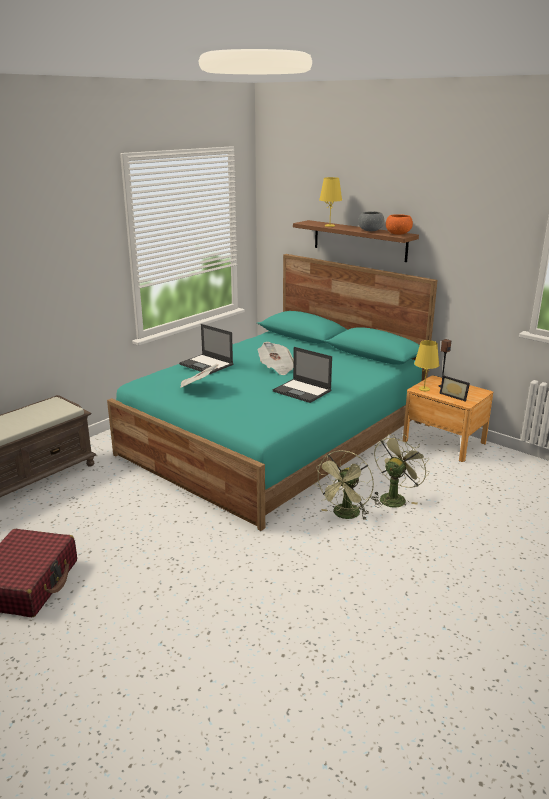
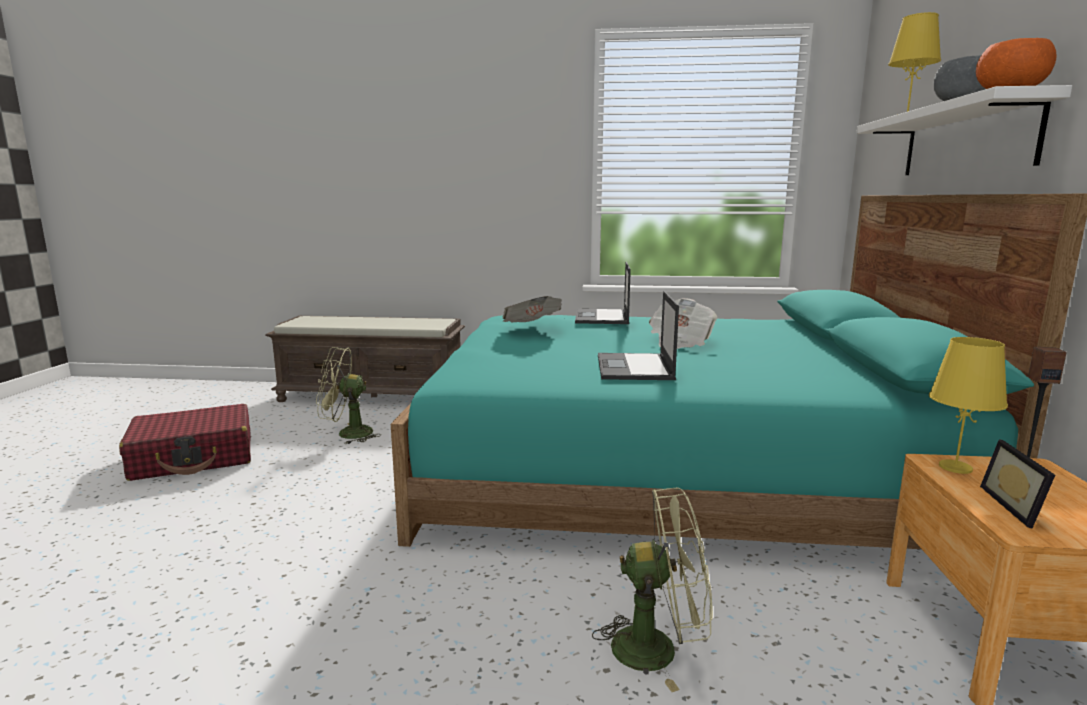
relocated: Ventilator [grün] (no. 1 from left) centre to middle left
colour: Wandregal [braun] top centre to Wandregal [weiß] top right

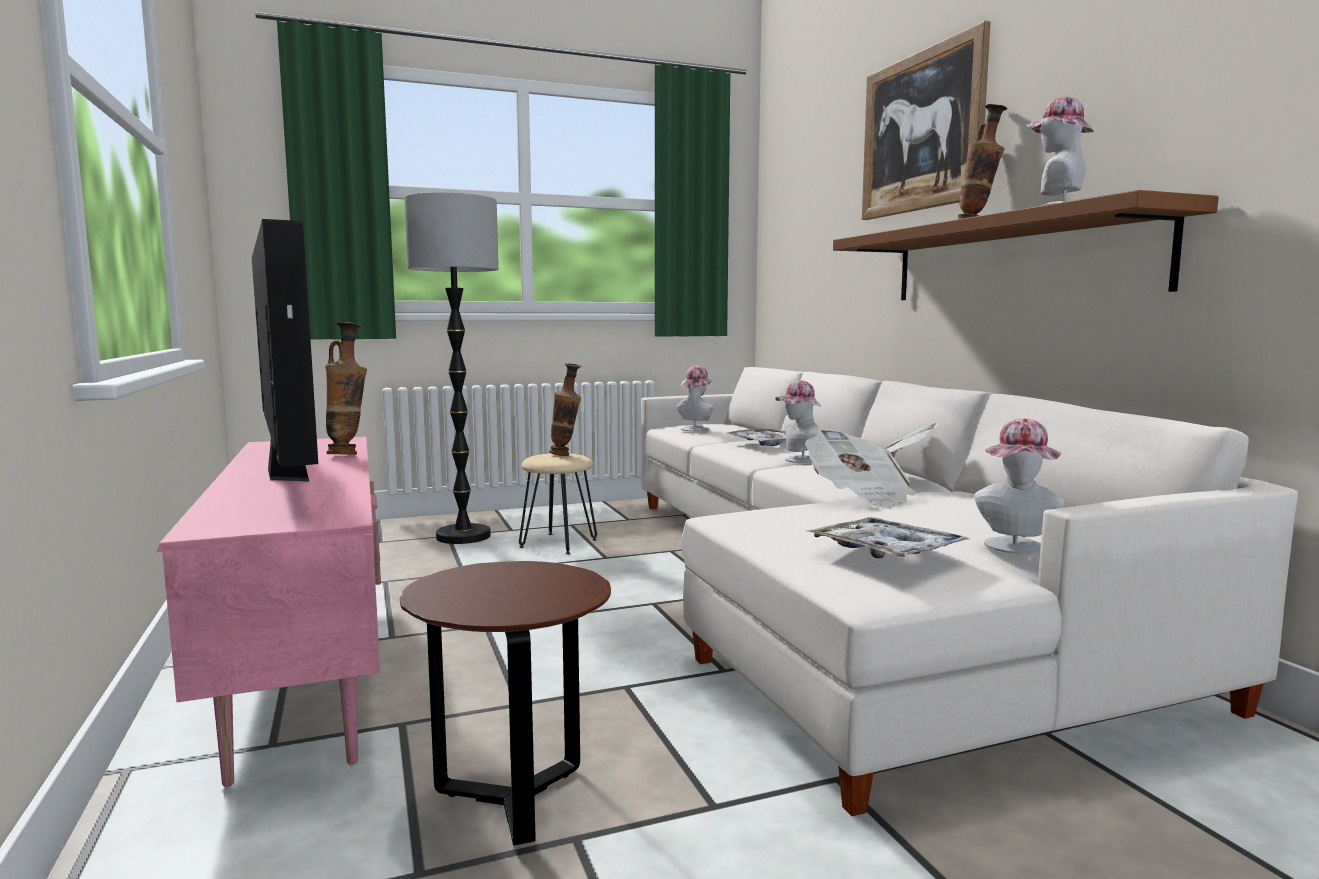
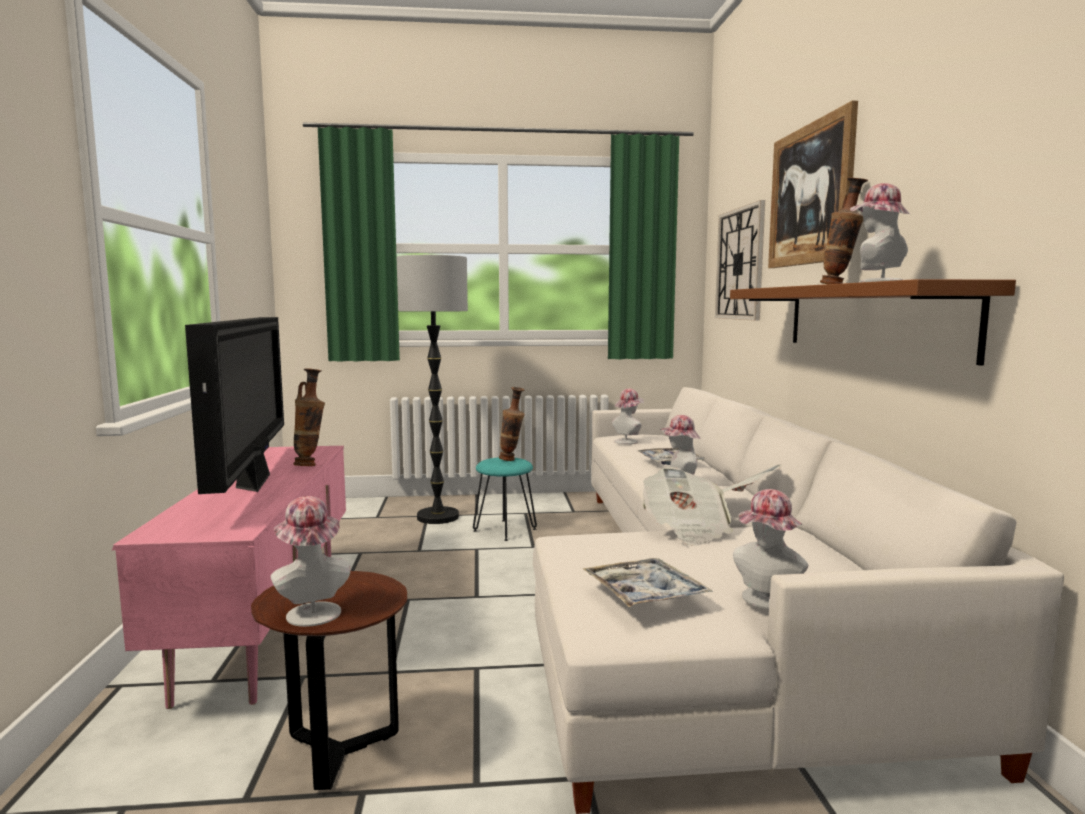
appeared: Wanduhr top right; Hut (no. 1 from left) bottom left
colour: Hocker [beige] centre to Hocker [türkis] centre

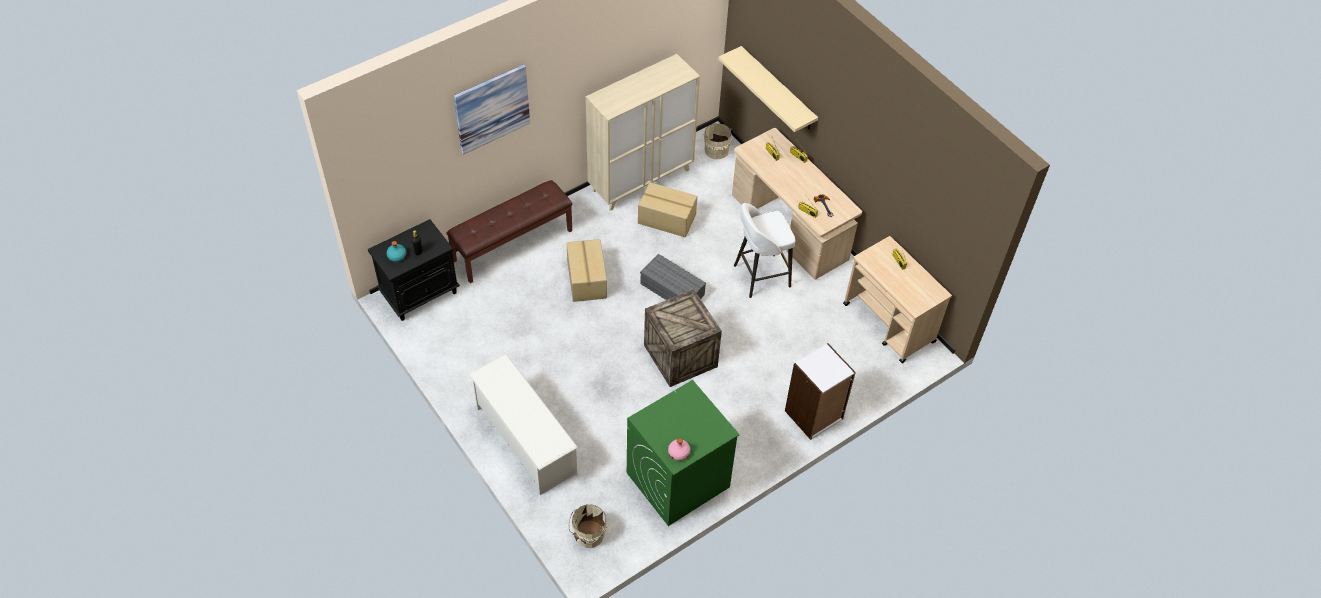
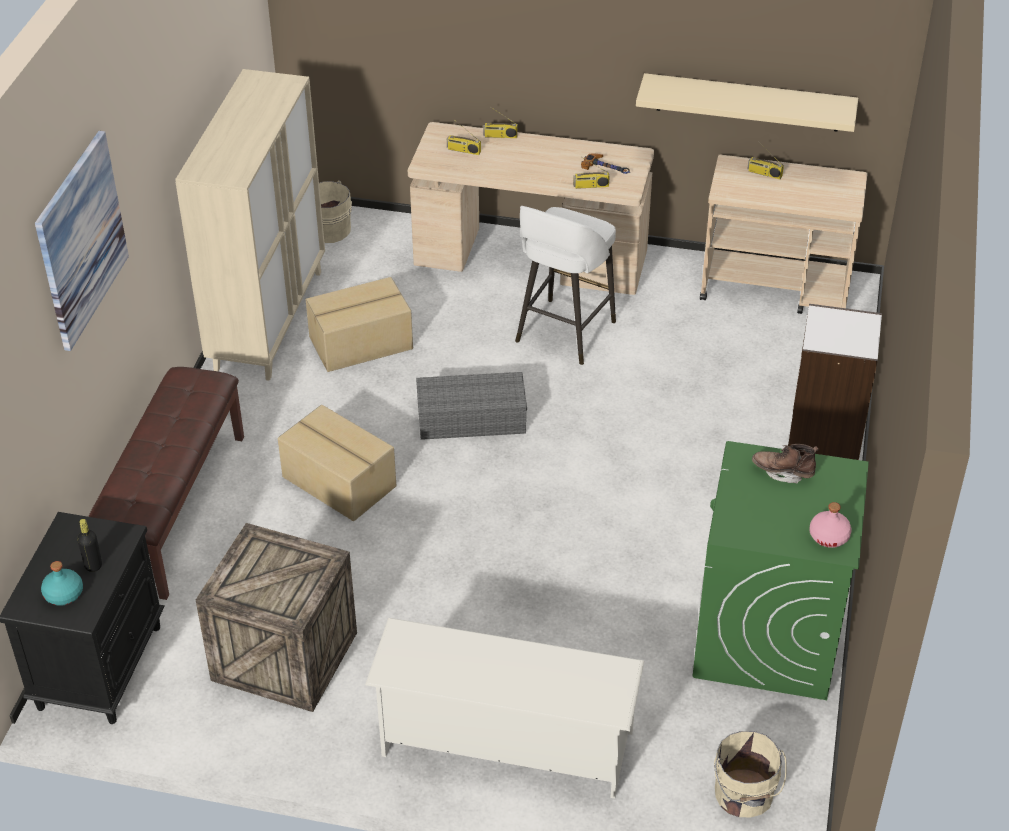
appeared: Stiefel [braun] middle right
relocated: Wandregal [beige] top centre to top right; Kiste centre to bottom left

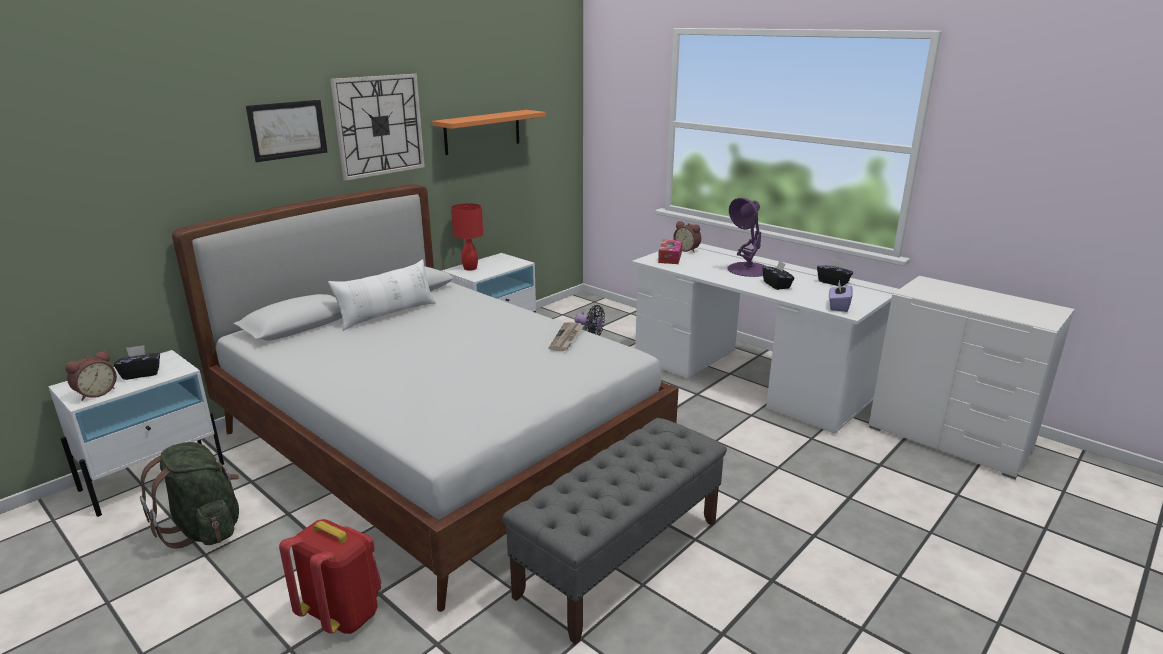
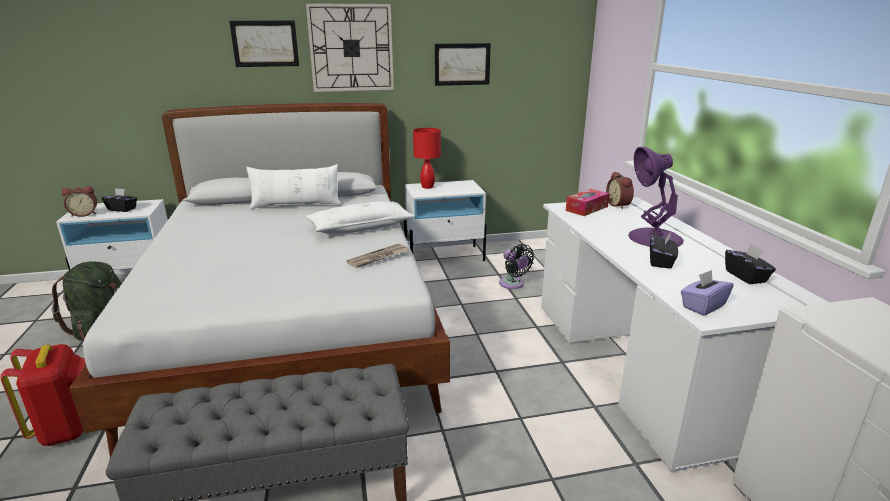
appeared: Kissen [weiß] (no. 2 from left) centre
exchanged: Wandregal [orange] top centre to Bild (no. 2 from left) top centre

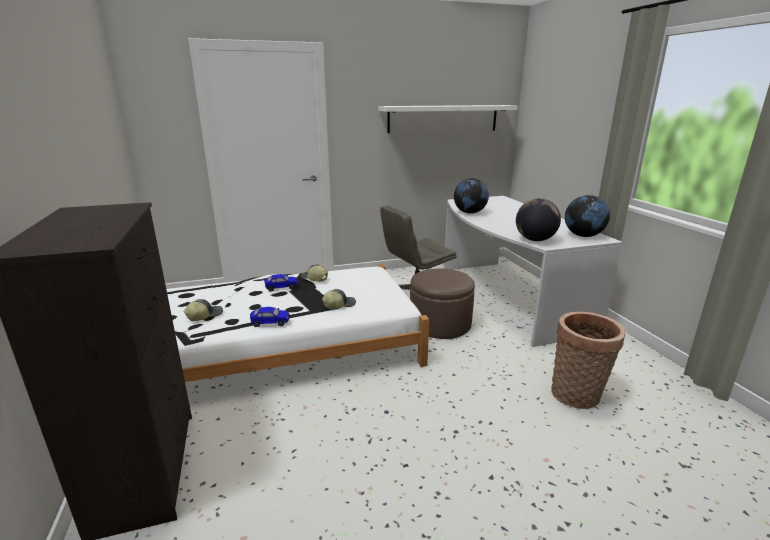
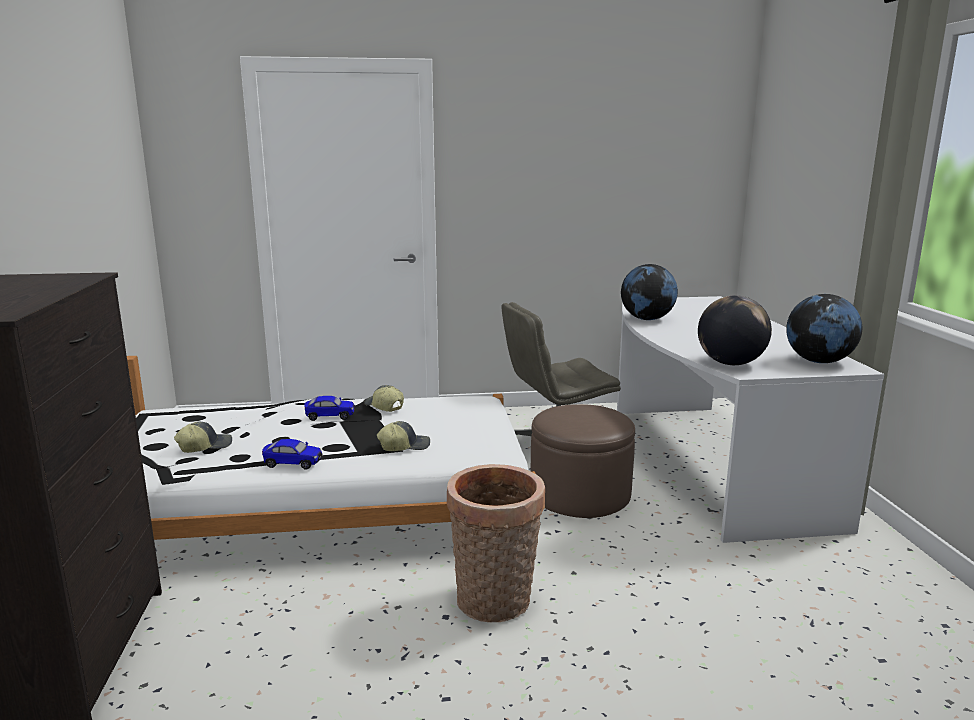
missing: Wandregal [weiß] top centre
relocated: Korb bottom right to bottom centre

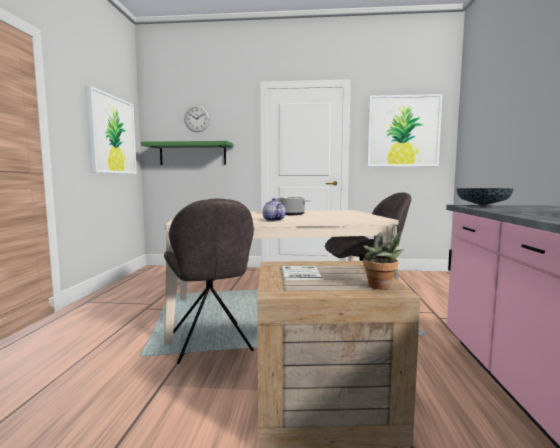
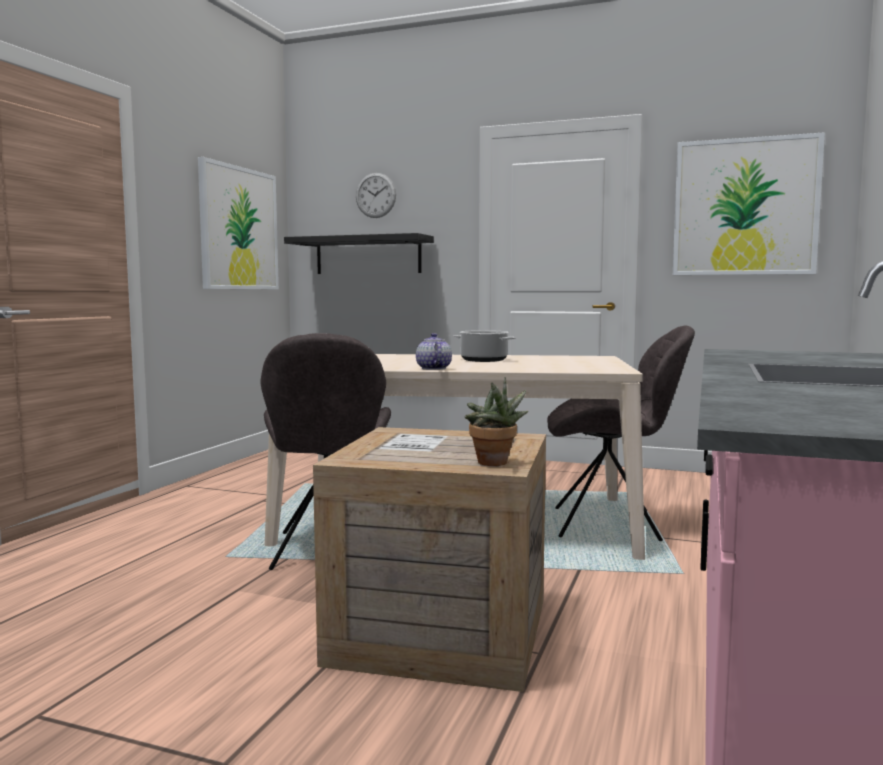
missing: Schüssel middle right
colour: Wandregal [grün] centre to Wandregal [schwarz] top centre

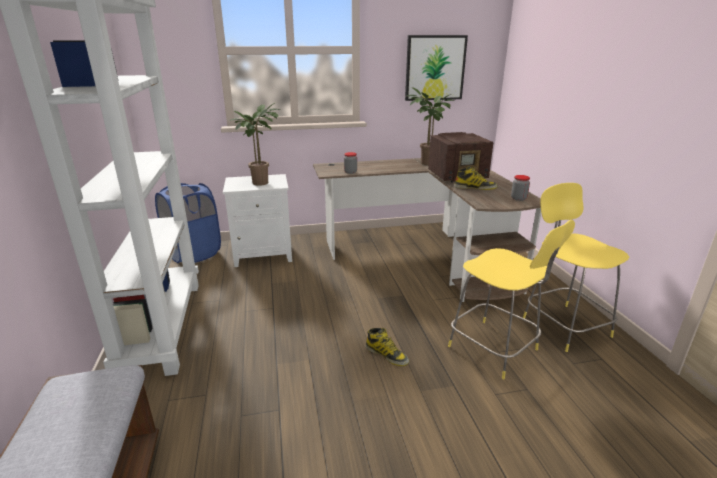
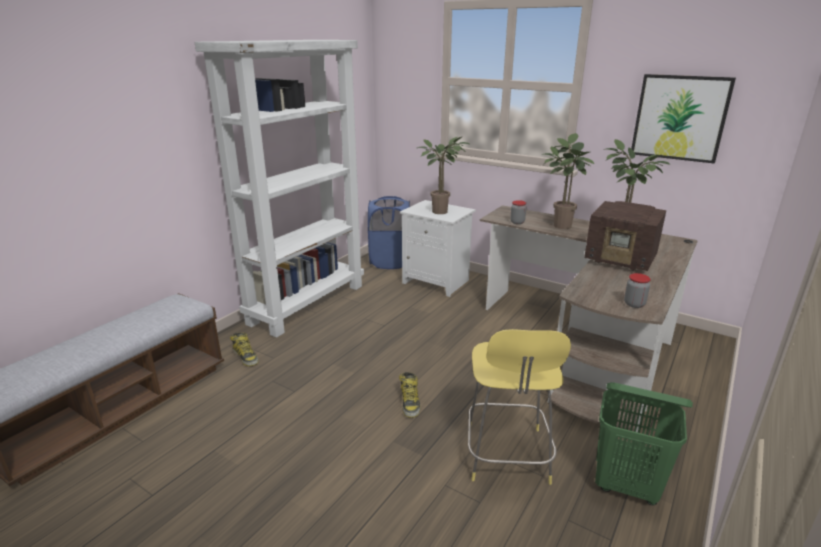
appeared: Topfpflanze (no. 2 from left) top right
relocated: Stiefel (no. 2 from left in the first image) centre to Stiefel (no. 1 from left) middle left
exchanged: Hocker [gelb] (no. 2 from left) middle right to Wäschekorb [grün] bottom right

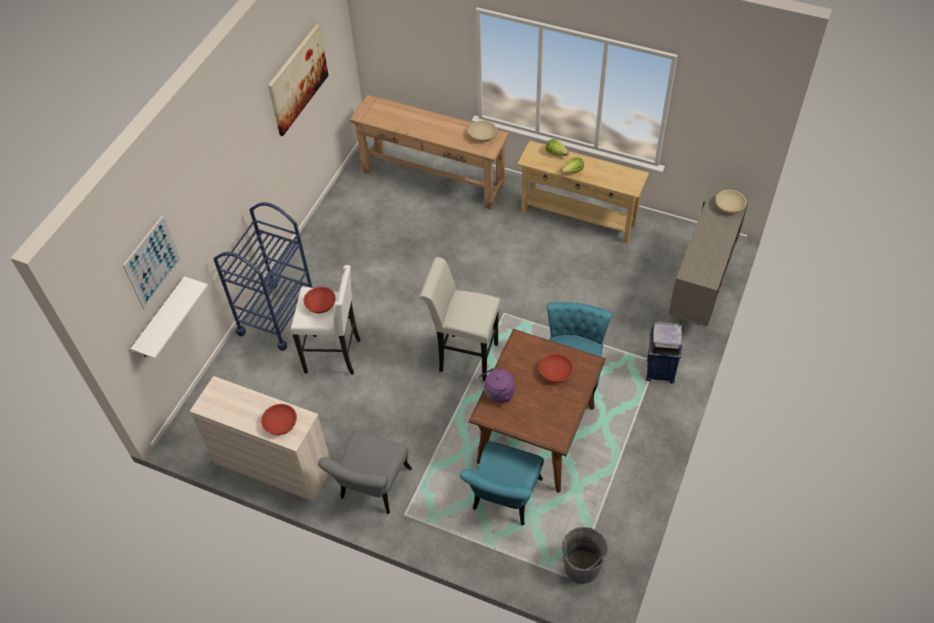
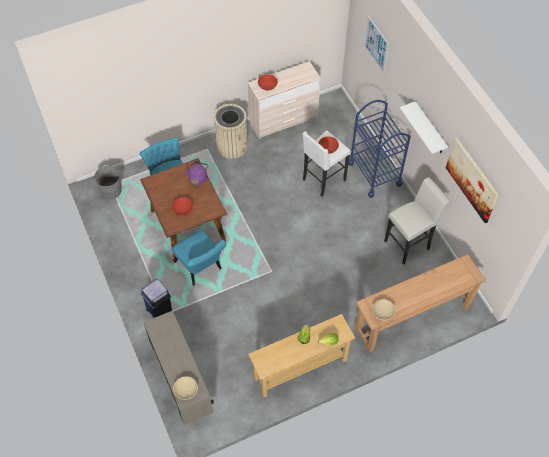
relocated: Hocker [weiß] (no. 2 from left) centre to middle right; Wandregal [weiß] middle left to top right
exchanged: Stuhl [grau] bottom centre to Mülleimer [beige] top centre

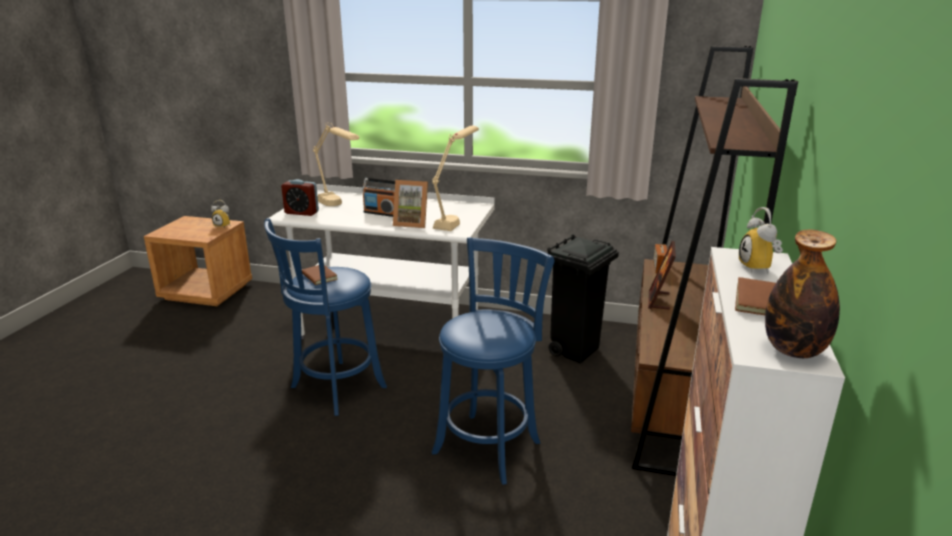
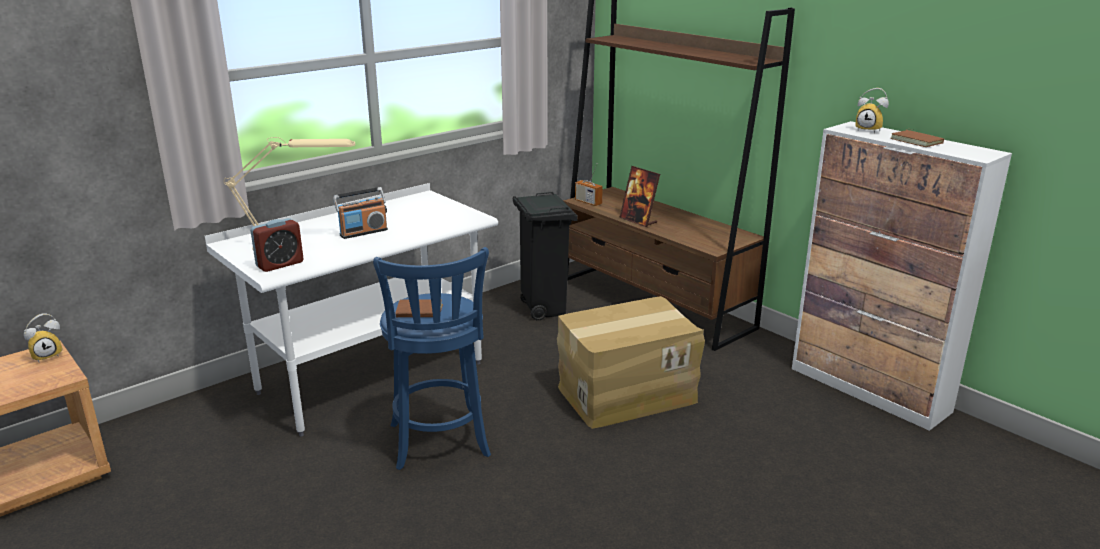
missing: Tischlampe [beige] (no. 2 from left) top centre; Bilderrahmen (no. 1 from left) centre; Flasche middle right
exchanged: Hocker [blau] (no. 2 from left) bottom centre to Karton centre

